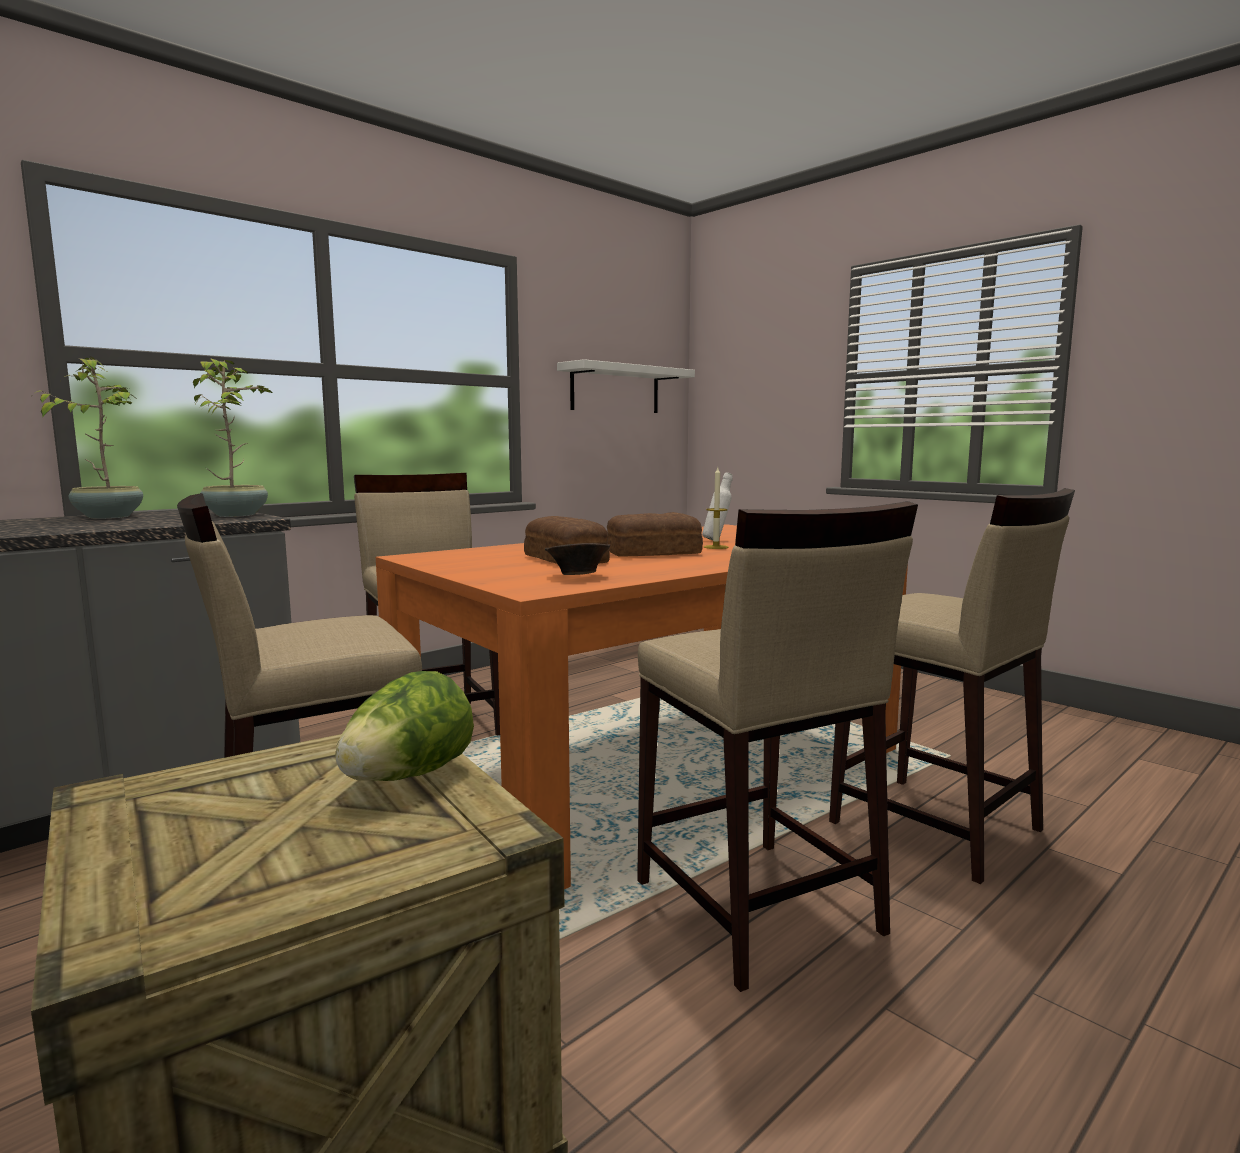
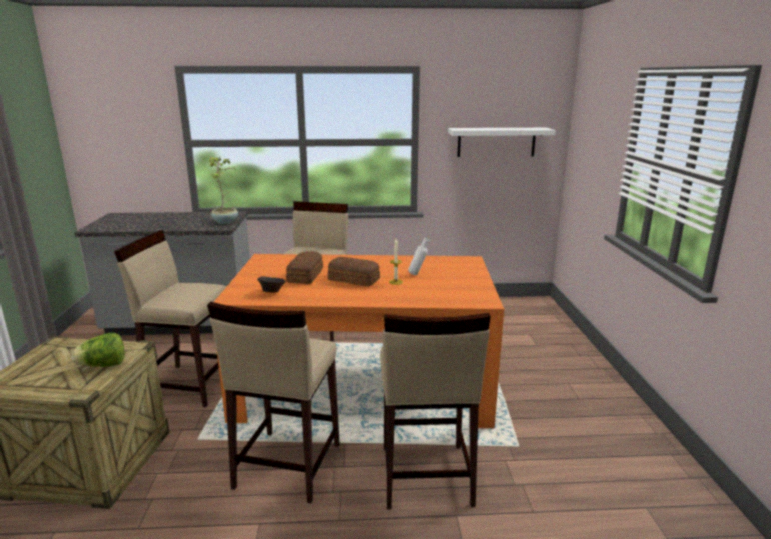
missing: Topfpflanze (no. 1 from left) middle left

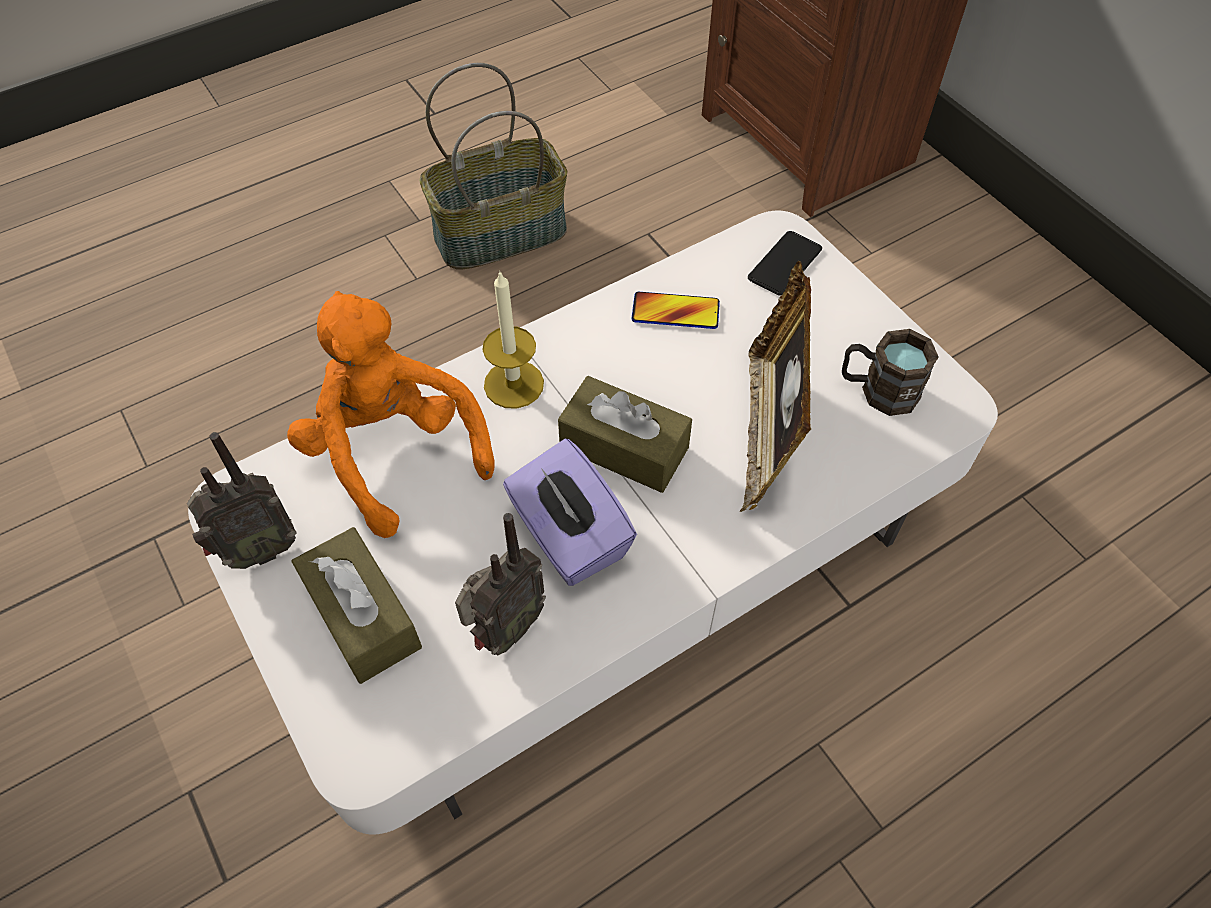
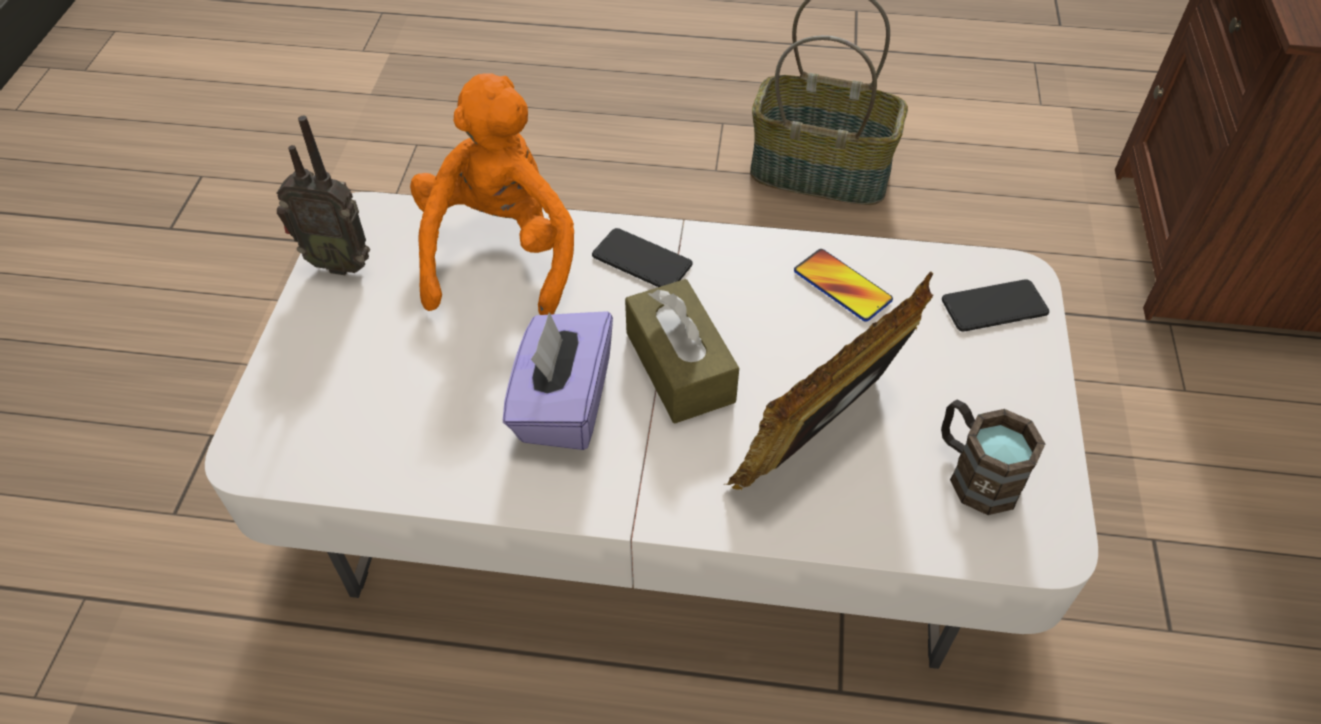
missing: Radio (no. 2 from left) centre; Taschentuchbox [braun] (no. 1 from left) middle left
exchanged: Kerze centre to Handy (no. 1 from left) centre

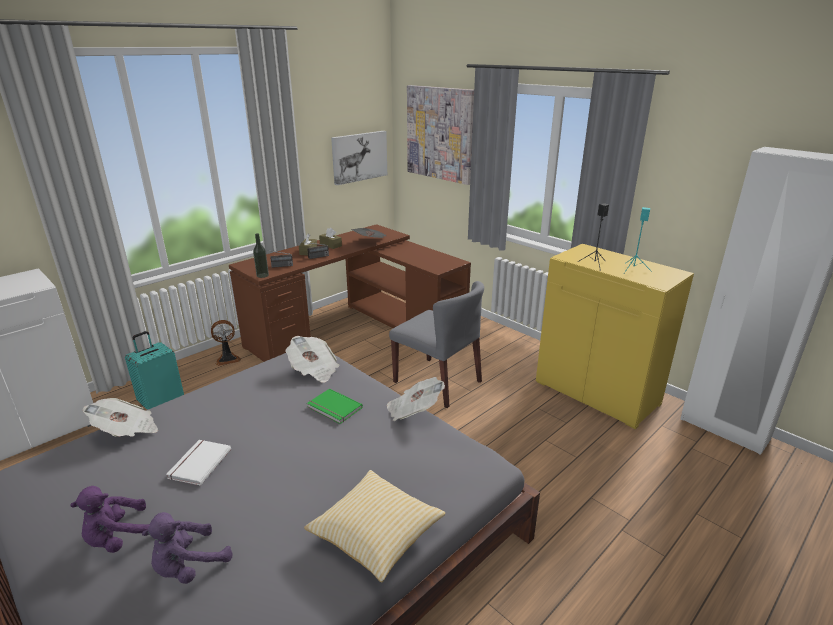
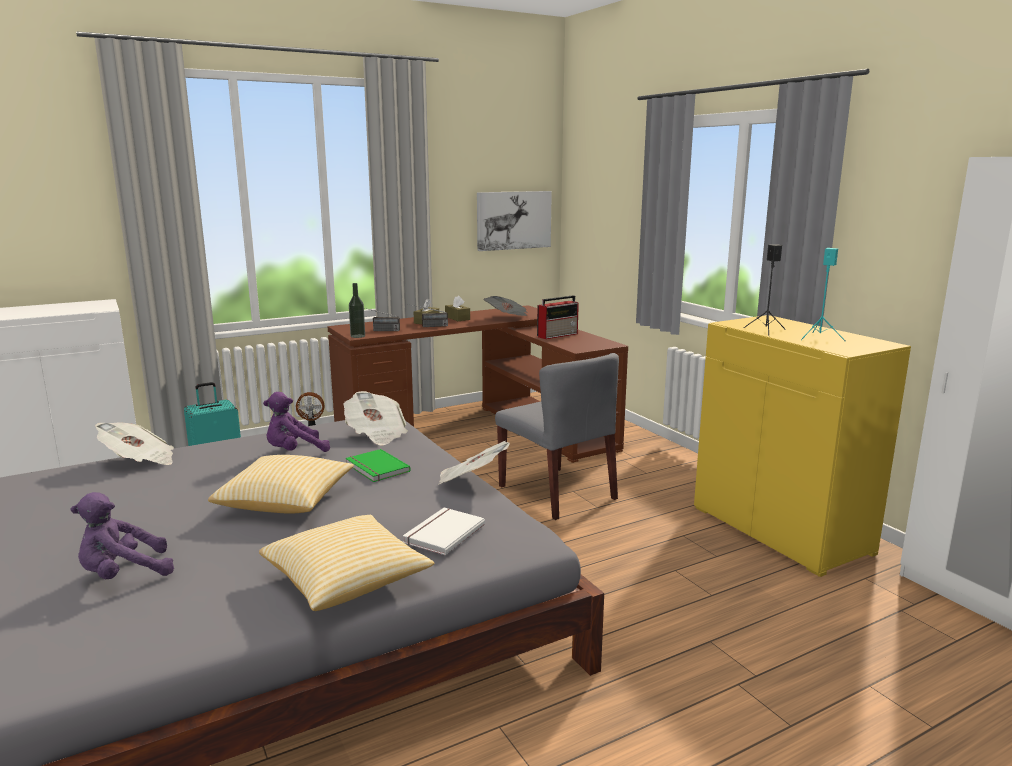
missing: Bild (no. 2 from left) top centre
appeared: Radio (no. 3 from left) centre; Kissen (no. 1 from left) middle left
relocated: Buch [weiß] bottom left to bottom centre; Plüschtier [lila] (no. 1 from left in the first image) bottom left to Plüschtier [lila] (no. 2 from left) middle left

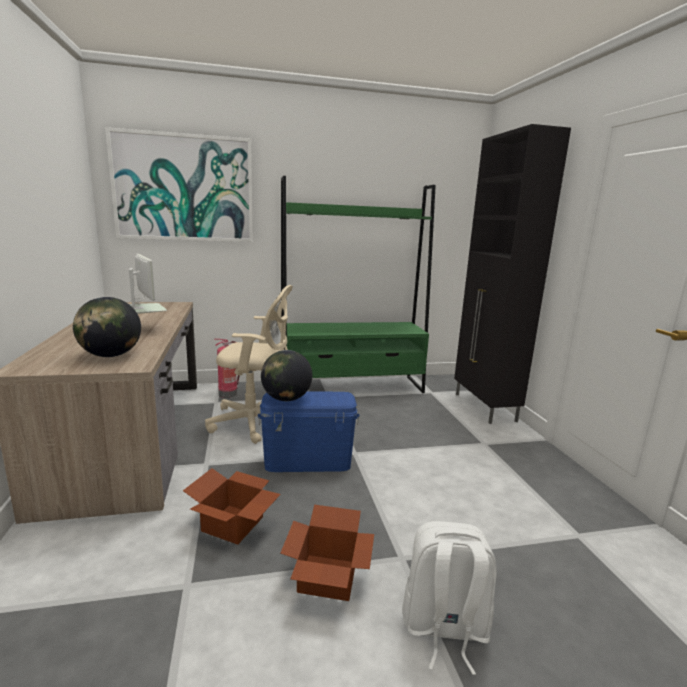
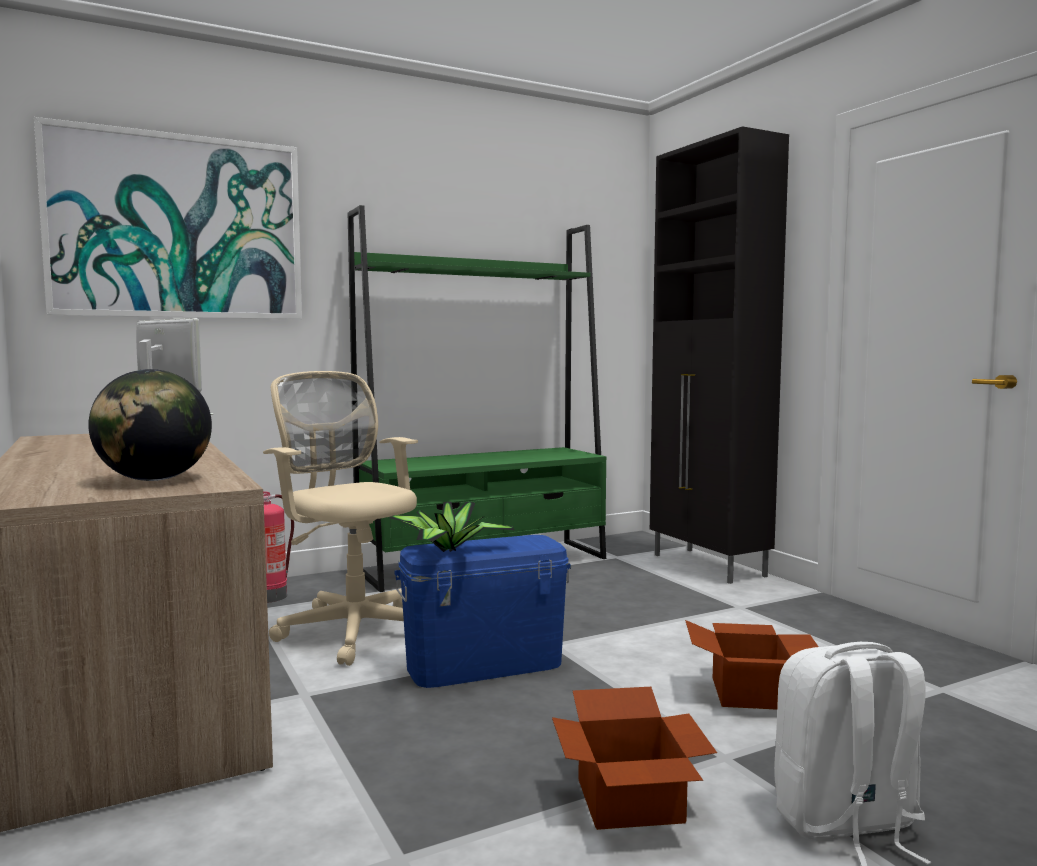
relocated: Karton (no. 1 from left in the first image) bottom centre to Karton (no. 2 from left) bottom right
exchanged: Globus (no. 2 from left) centre to Topfpflanze centre
spun: Bürostuhl [beige] centre = middle left 120 degrees counterclockwise

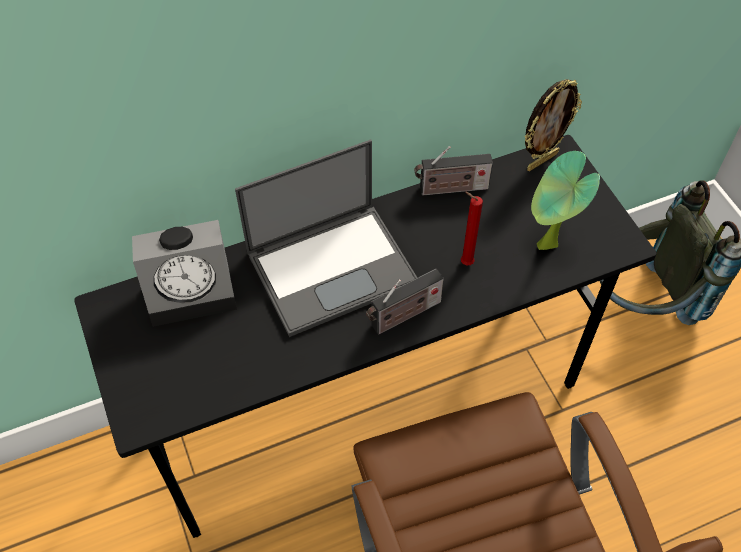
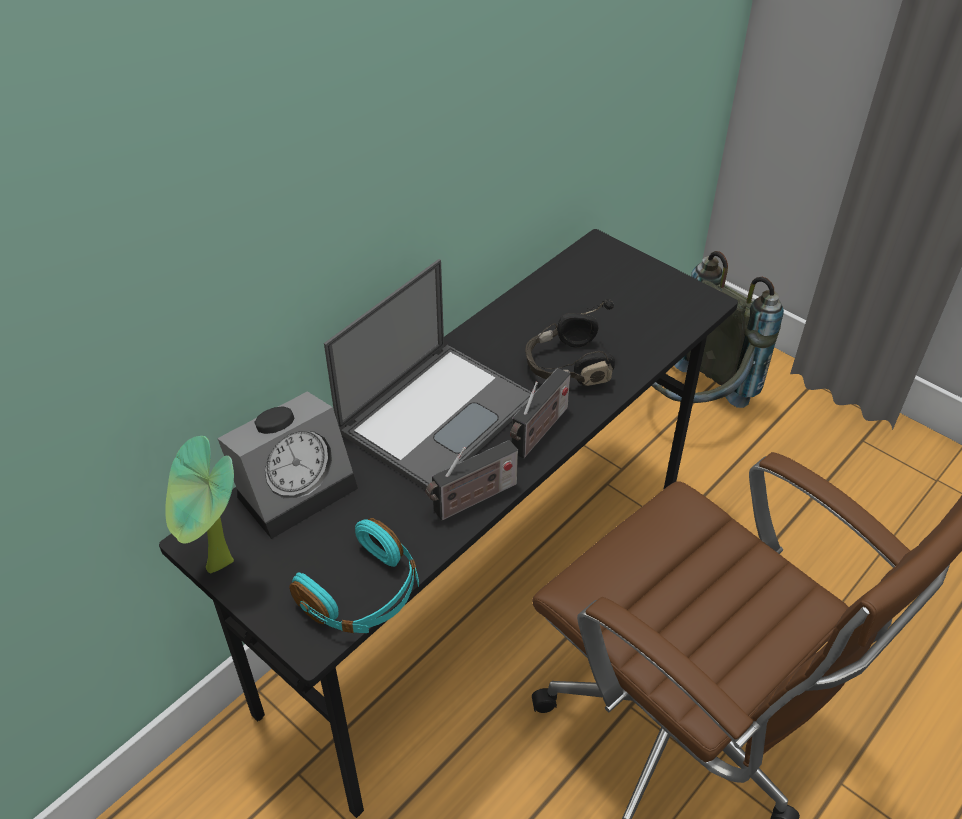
missing: Bilderrahmen top right
appeared: Kopfhörer [türkis] bottom centre
relocated: Radio (no. 2 from left in the first image) top centre to Radio (no. 1 from left) centre; Topfpflanze middle right to middle left
exchanged: Kerze [rot] centre to Kopfhörer [schwarz] centre

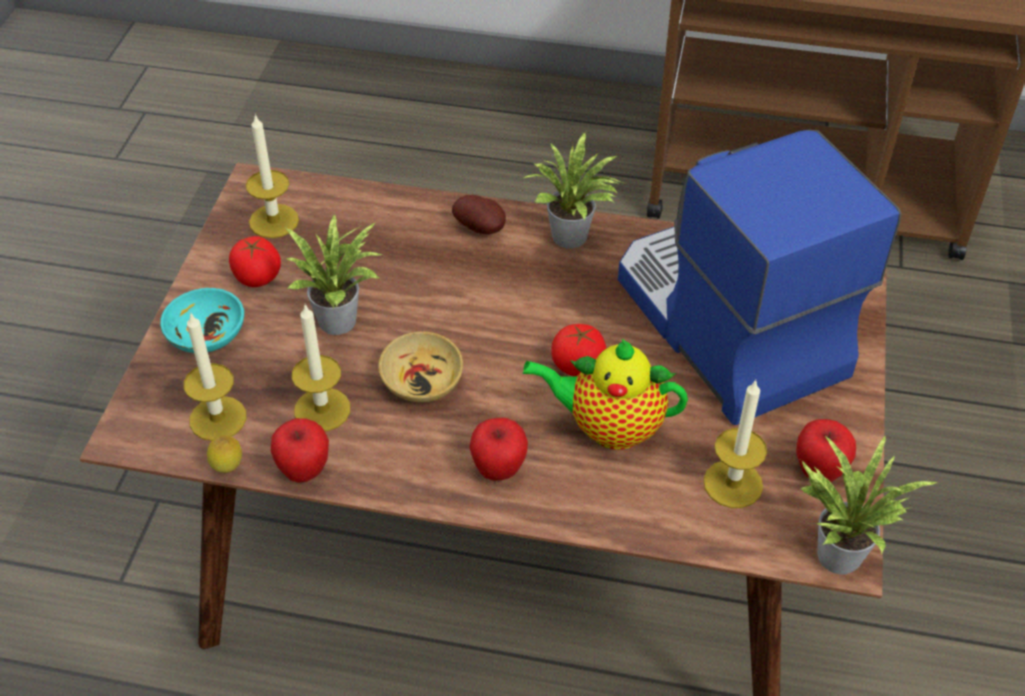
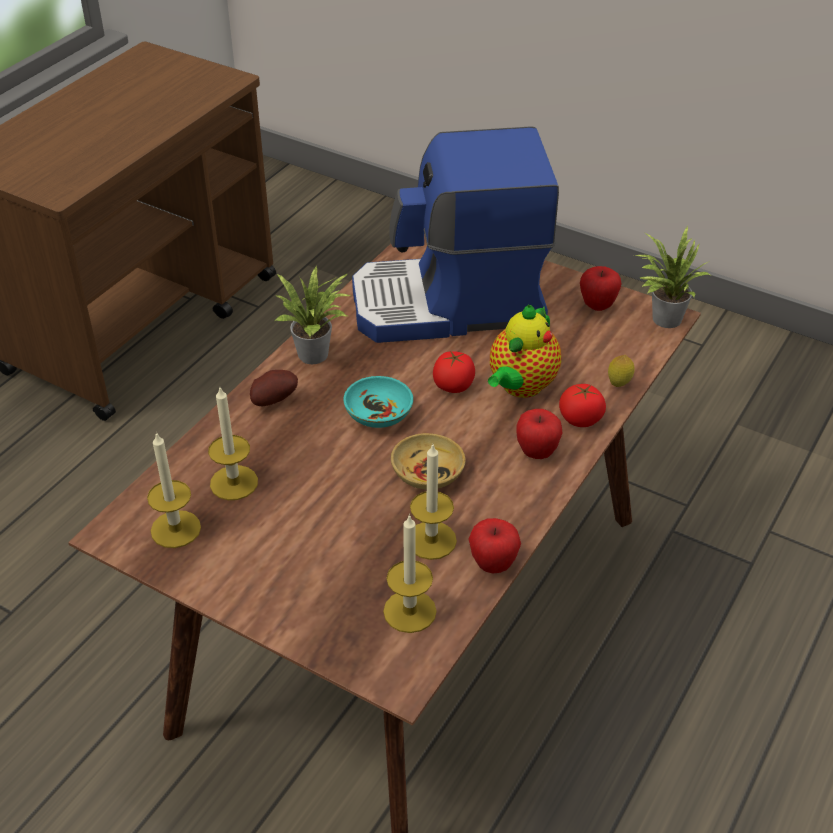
missing: Topfpflanze (no. 1 from left) middle left
relocated: Tomate (no. 1 from left in the first image) middle left to Tomate (no. 2 from left) middle right; Schüssel [türkis] middle left to centre; Kerze (no. 4 from left in the first image) middle right to Kerze (no. 2 from left) middle left; Zitrone middle left to middle right

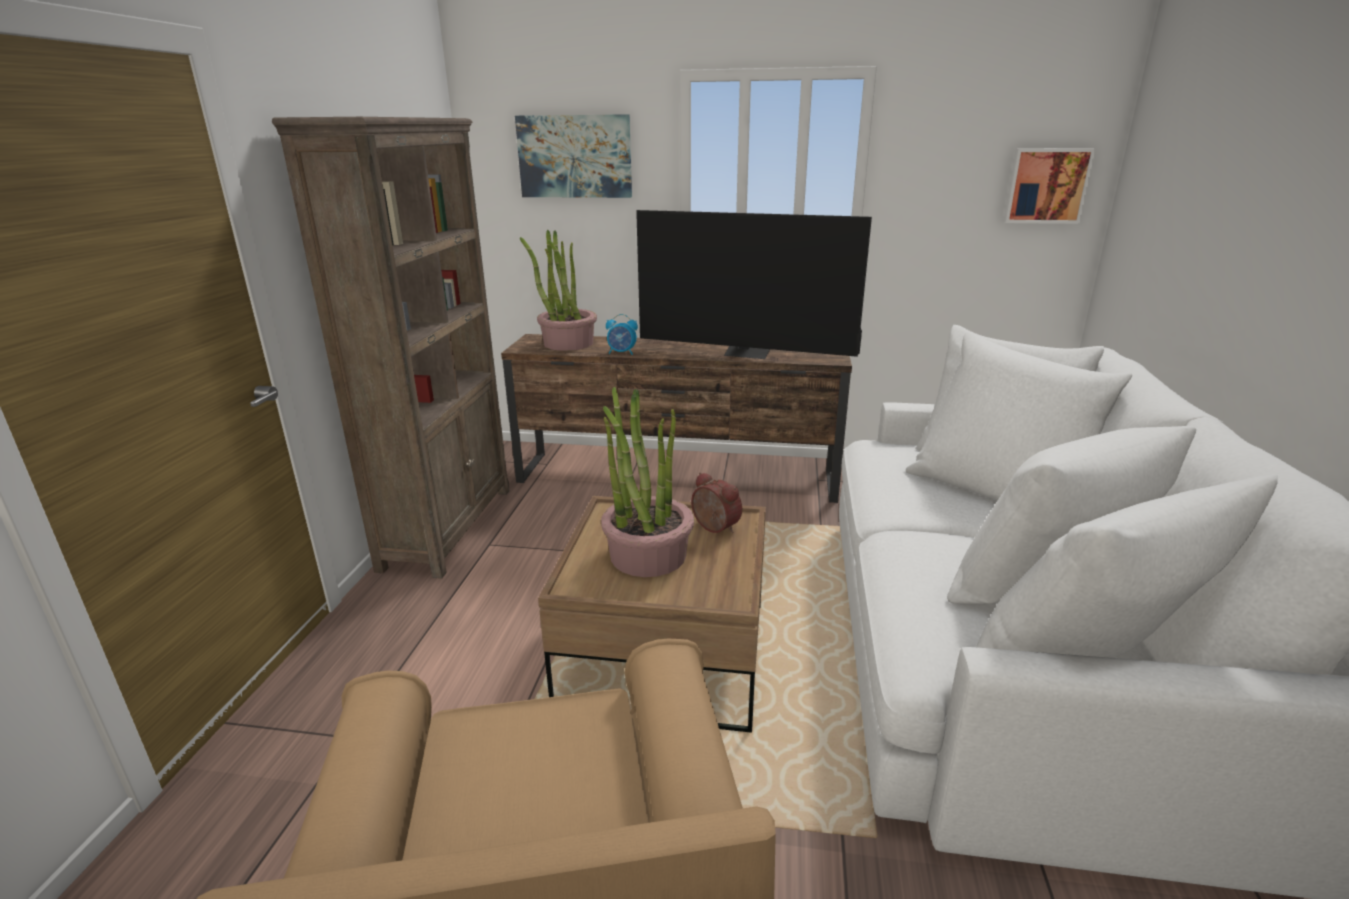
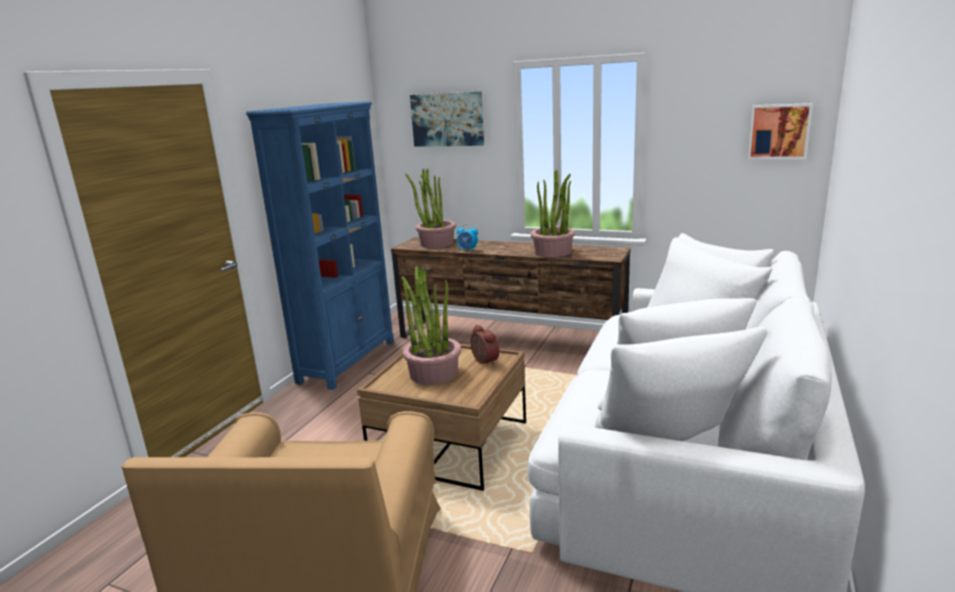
exchanged: Fernseher top centre to Topfpflanze (no. 3 from left) centre
colour: Bücherregal [braun] middle left to Bücherregal [blau] centre

